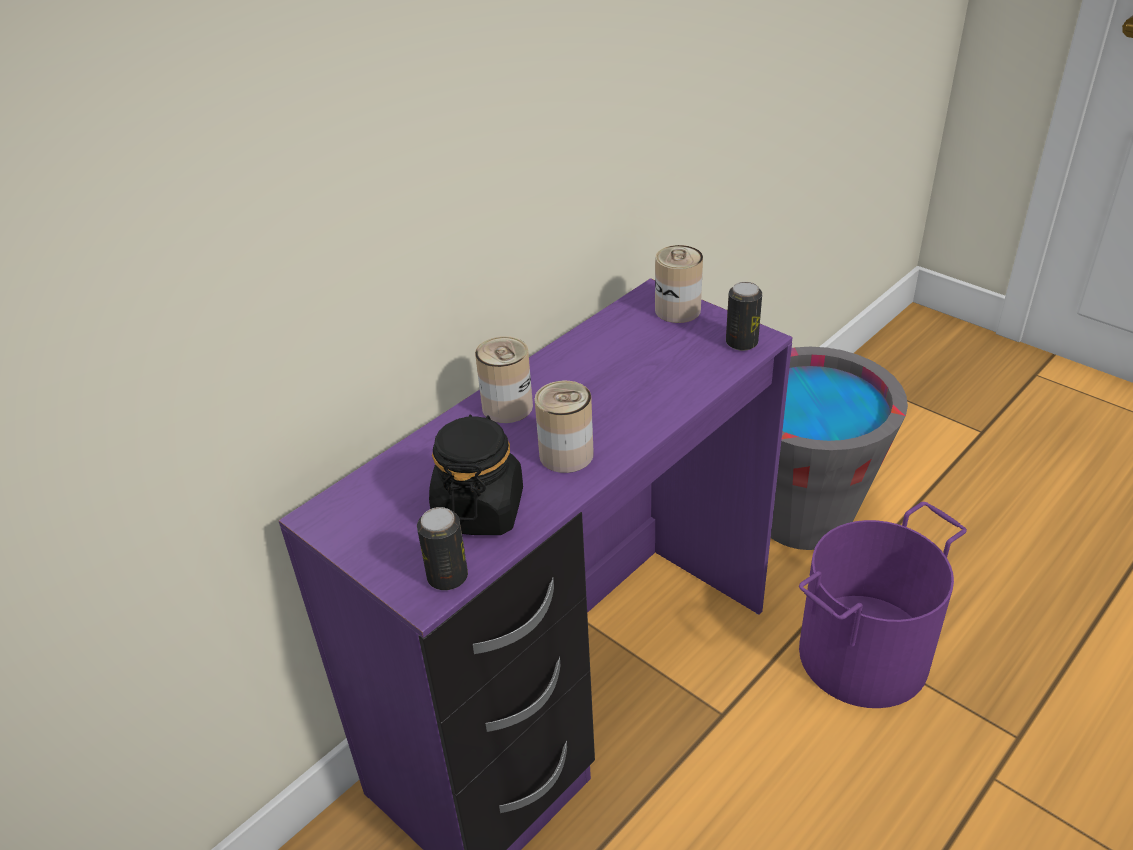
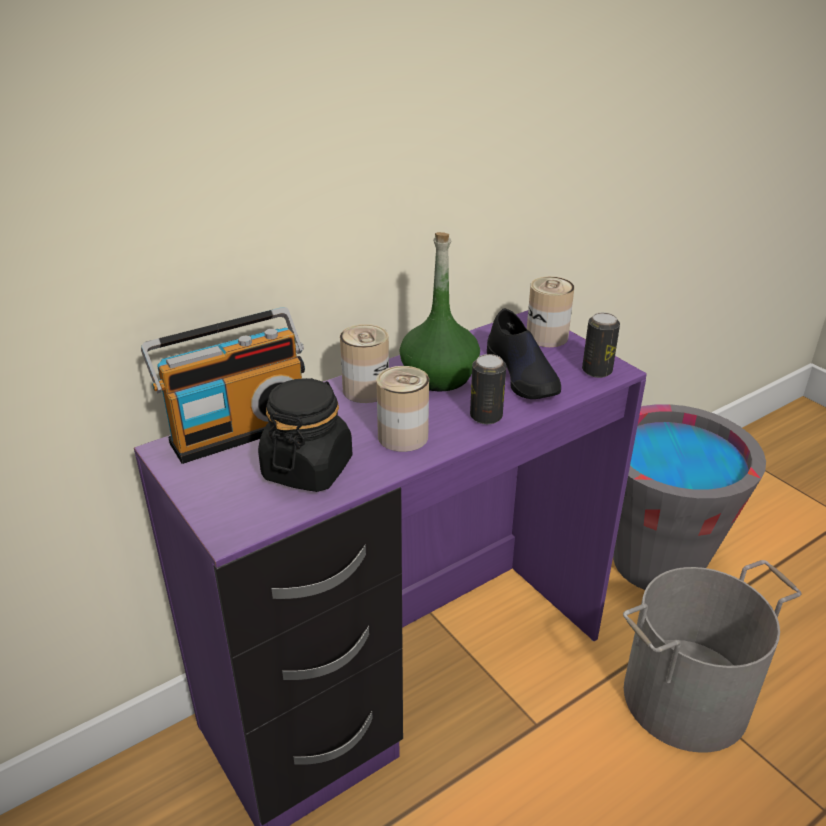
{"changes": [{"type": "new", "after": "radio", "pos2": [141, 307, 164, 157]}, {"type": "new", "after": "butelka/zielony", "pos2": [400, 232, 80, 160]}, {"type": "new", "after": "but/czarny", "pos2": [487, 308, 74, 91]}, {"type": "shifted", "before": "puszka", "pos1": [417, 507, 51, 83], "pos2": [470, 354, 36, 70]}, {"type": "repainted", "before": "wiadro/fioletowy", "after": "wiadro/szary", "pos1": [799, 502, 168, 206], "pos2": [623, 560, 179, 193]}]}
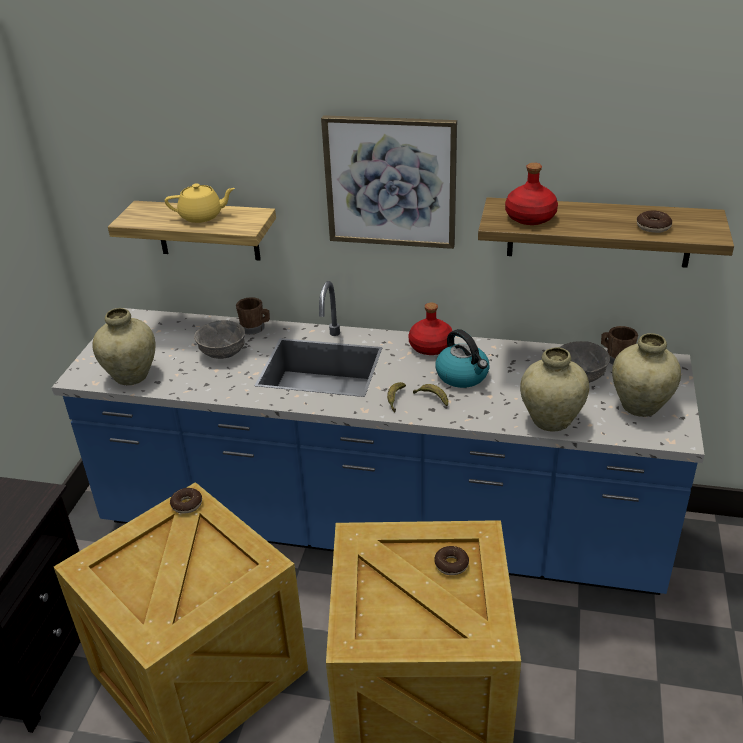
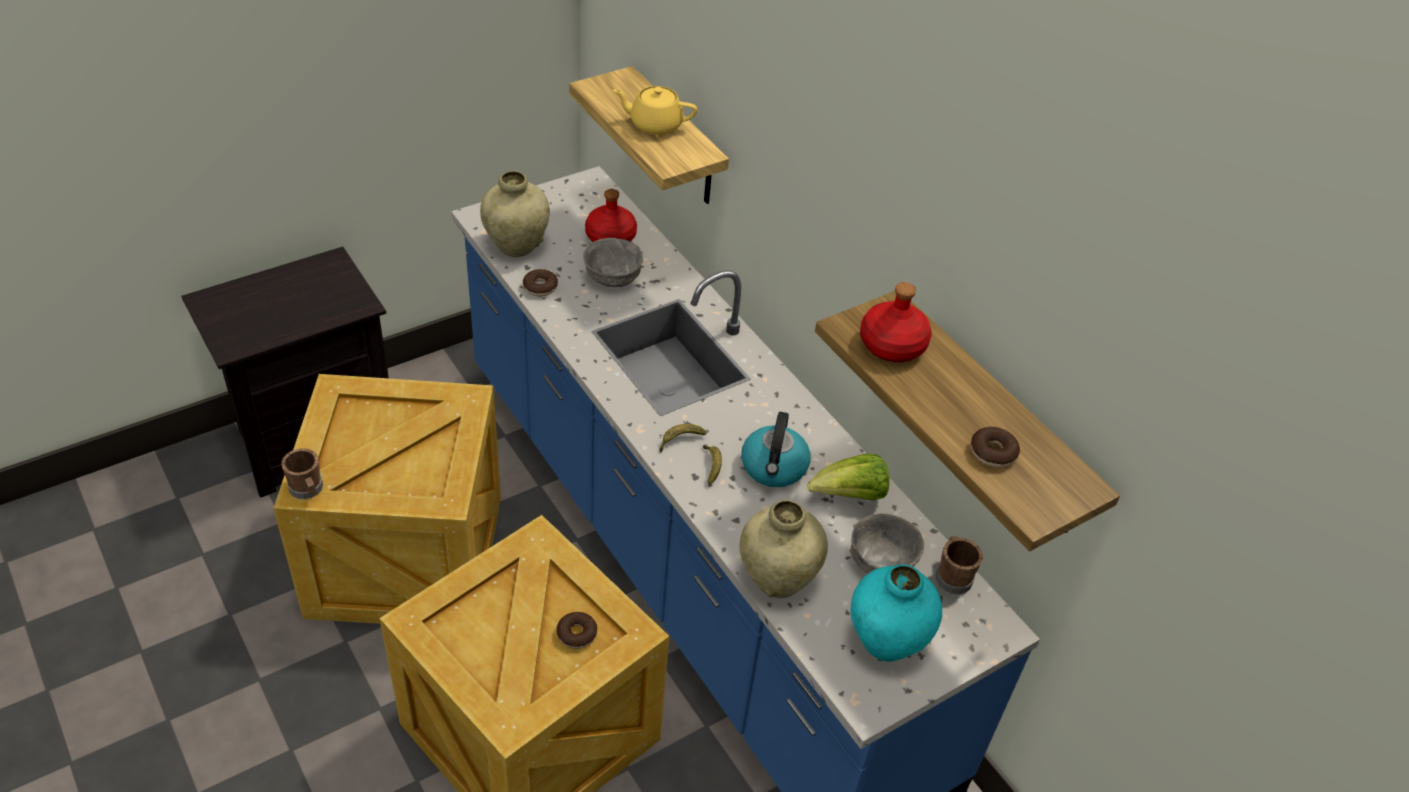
{"changes": [{"type": "gone", "before": "obraz", "pos1": [321, 115, 136, 134]}, {"type": "new", "after": "sałata", "pos2": [808, 453, 82, 48]}, {"type": "shifted", "before": "donut", "pos1": [170, 488, 32, 26], "pos2": [523, 269, 35, 28]}, {"type": "shifted", "before": "kubek/brązowy", "pos1": [236, 297, 34, 38], "pos2": [281, 448, 42, 51]}, {"type": "shifted", "before": "butelka/czerwony", "pos1": [409, 303, 43, 52], "pos2": [585, 189, 52, 53]}, {"type": "repainted", "before": "wazon/beżowy", "after": "wazon/turkusowy", "pos1": [612, 333, 69, 84], "pos2": [851, 564, 91, 98]}, {"type": "rotated", "before": "imbryk/żółty", "pos1": [165, 183, 70, 40], "pos2": [613, 86, 84, 49], "turn": 150}]}
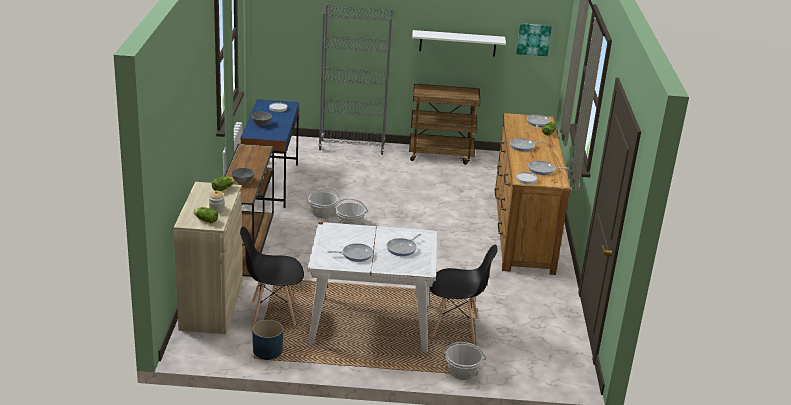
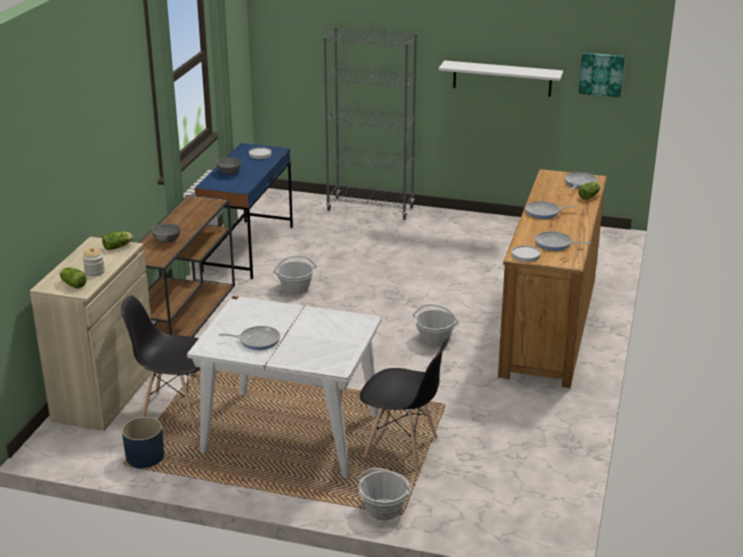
{"changes": [{"type": "gone", "before": "patelnia", "pos1": [387, 234, 34, 22]}, {"type": "gone", "before": "wózek/brązowy", "pos1": [409, 84, 71, 81]}, {"type": "shifted", "before": "koszyk", "pos1": [333, 198, 35, 27], "pos2": [413, 304, 46, 42]}]}
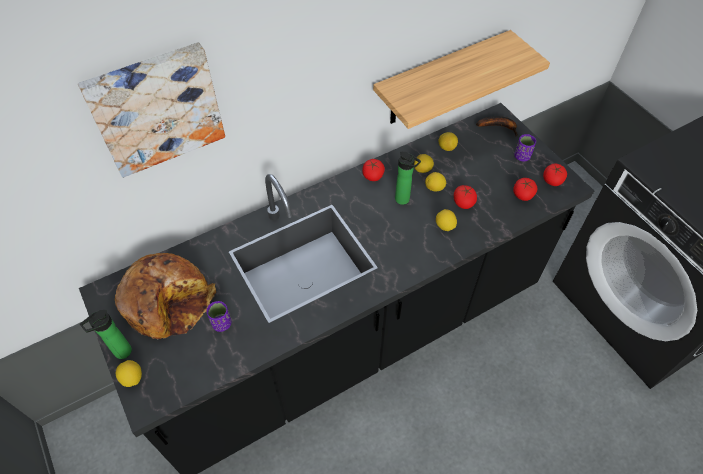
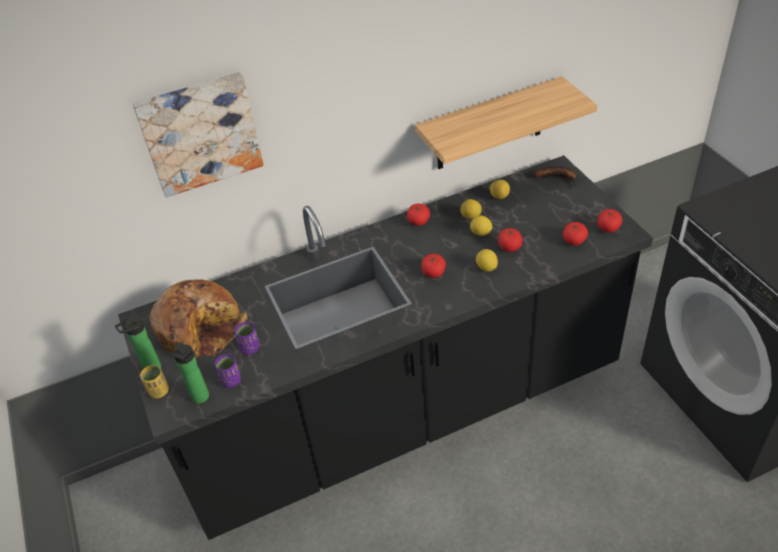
{"changes": [{"type": "new", "after": "pomidor", "pos2": [421, 254, 25, 24]}, {"type": "shifted", "before": "butelka", "pos1": [395, 152, 26, 53], "pos2": [173, 342, 36, 62]}, {"type": "shifted", "before": "filiżanka/fioletowy", "pos1": [514, 134, 22, 28], "pos2": [214, 354, 27, 34]}, {"type": "swapped", "before": "cytryna", "after": "filiżanka/żółty", "pos1": [116, 360, 26, 27], "pos2": [140, 365, 29, 33]}]}
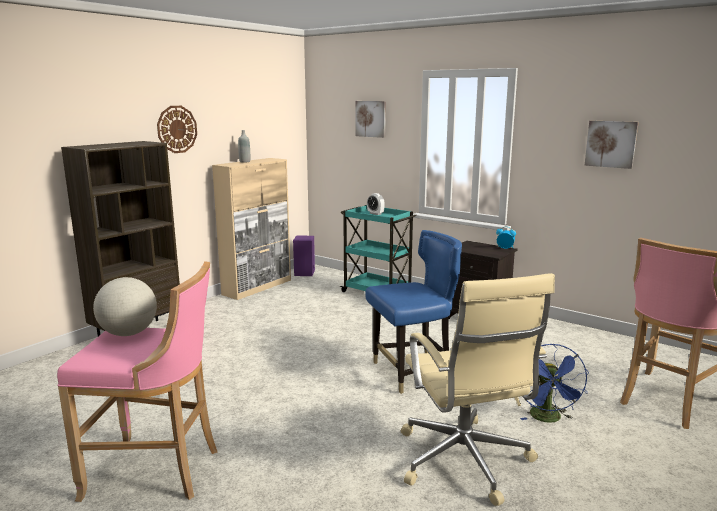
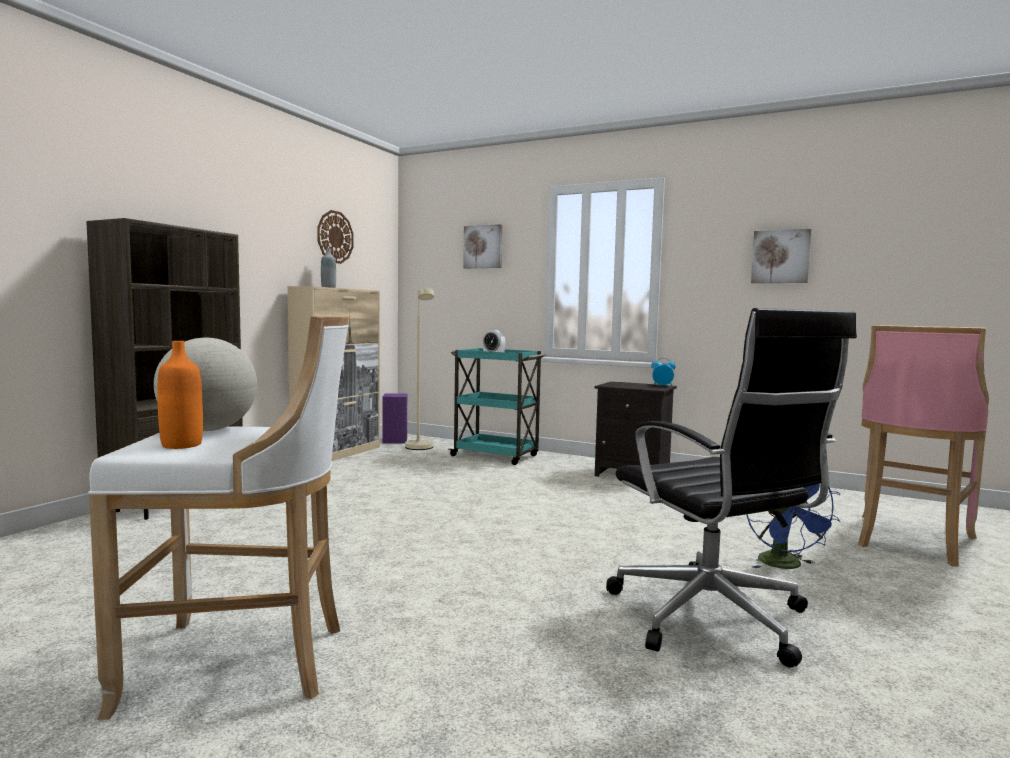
{"changes": [{"type": "gone", "before": "krzesło/niebieski", "pos1": [365, 230, 97, 164]}, {"type": "new", "after": "butelka/pomarańczowy", "pos2": [157, 341, 46, 108]}, {"type": "new", "after": "lampa stojąca/beżowy", "pos2": [405, 288, 29, 162]}, {"type": "shifted", "before": "zegar ścienny", "pos1": [157, 106, 40, 47], "pos2": [317, 210, 37, 54]}, {"type": "repainted", "before": "stołek/różowy", "after": "stołek/biały", "pos1": [57, 261, 160, 241], "pos2": [88, 315, 261, 405]}, {"type": "repainted", "before": "krzesło biurowe/beżowy", "after": "krzesło biurowe/czarny", "pos1": [401, 273, 154, 233], "pos2": [606, 308, 251, 359]}]}
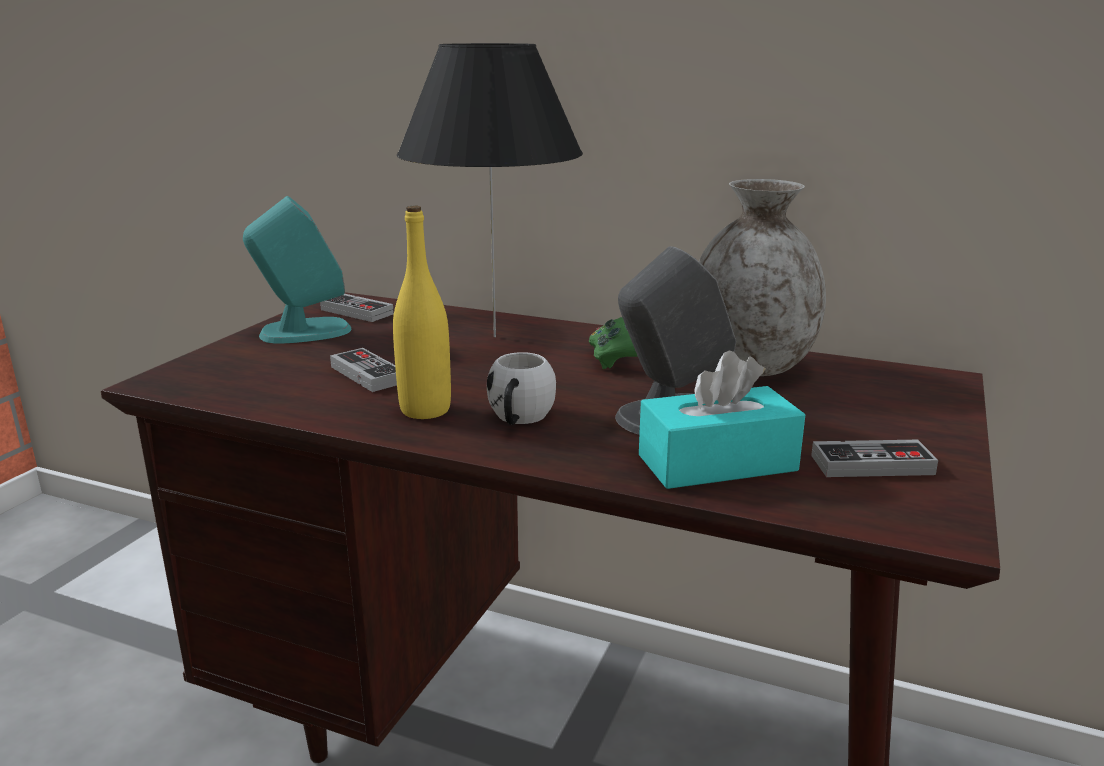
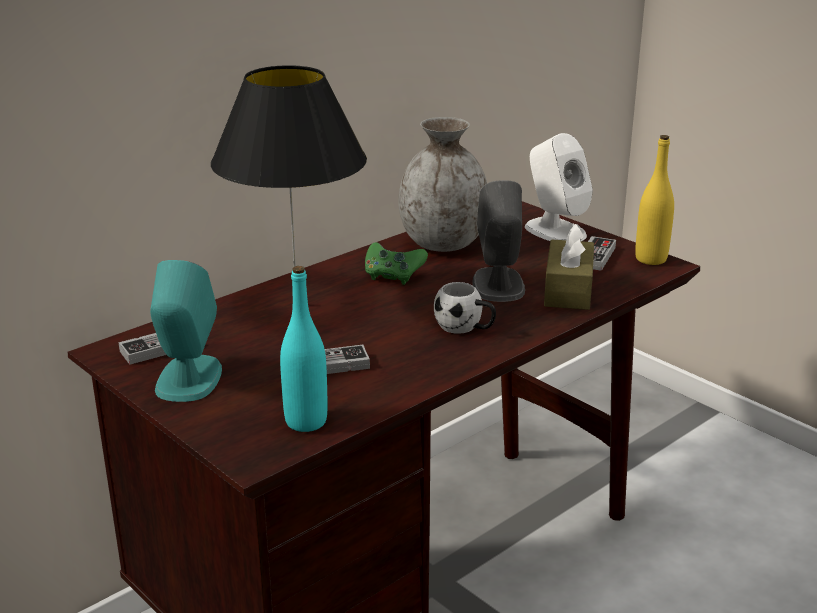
{"changes": [{"type": "new", "after": "butelka/turkusowy", "pos2": [280, 266, 48, 166]}, {"type": "new", "after": "głośnik/biały", "pos2": [525, 133, 68, 108]}, {"type": "shifted", "before": "butelka/żółty", "pos1": [393, 206, 58, 213], "pos2": [635, 135, 39, 130]}, {"type": "repainted", "before": "pudełko chusteczek/turkusowy", "after": "pudełko chusteczek/brązowy", "pos1": [639, 350, 166, 139], "pos2": [544, 224, 50, 86]}]}
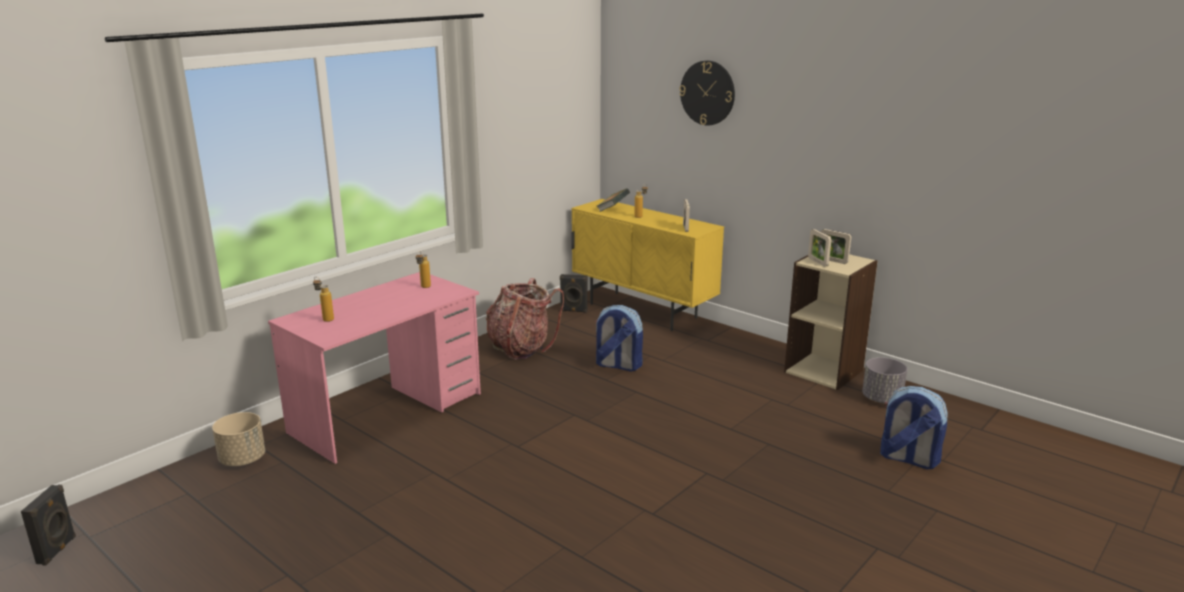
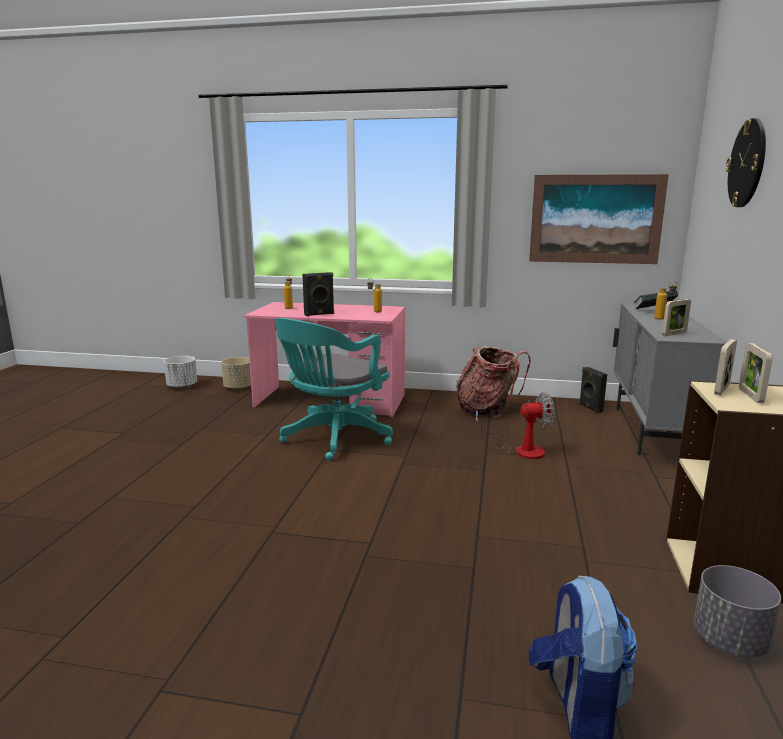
{"changes": [{"type": "new", "after": "donica/biały", "pos2": [164, 356, 33, 33]}, {"type": "new", "after": "krzesło biurowe/turkusowy", "pos2": [275, 318, 118, 143]}, {"type": "new", "after": "obraz", "pos2": [529, 174, 140, 90]}, {"type": "shifted", "before": "głośnik/czarny", "pos1": [21, 485, 55, 80], "pos2": [302, 272, 32, 44]}, {"type": "swapped", "before": "plecak", "after": "wentylator", "pos1": [595, 305, 48, 67], "pos2": [476, 392, 79, 67]}, {"type": "repainted", "before": "szafka/żółty", "after": "szafka/szary", "pos1": [571, 199, 153, 132], "pos2": [613, 303, 114, 152]}]}
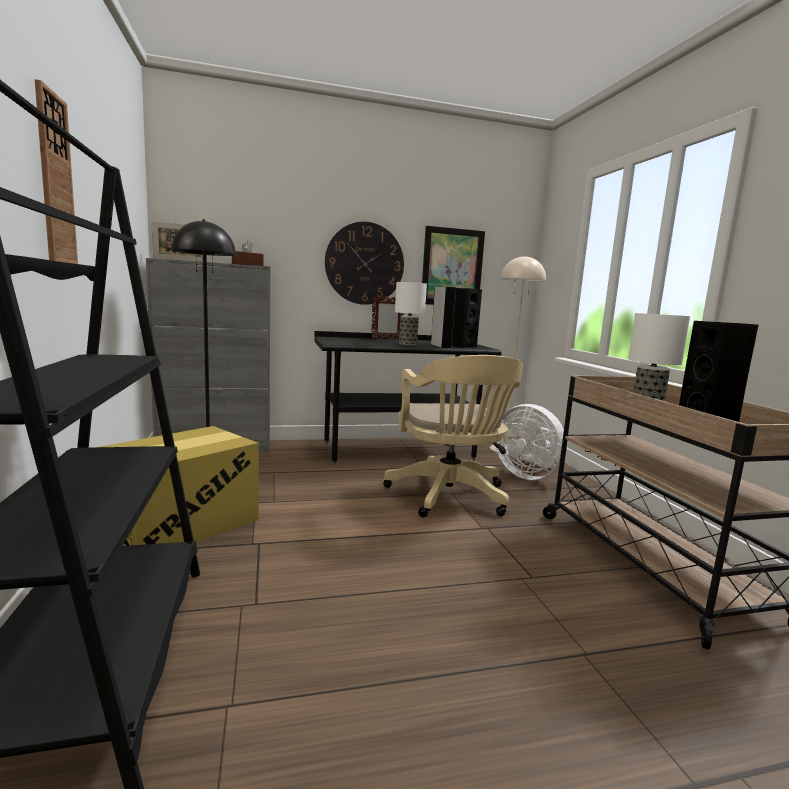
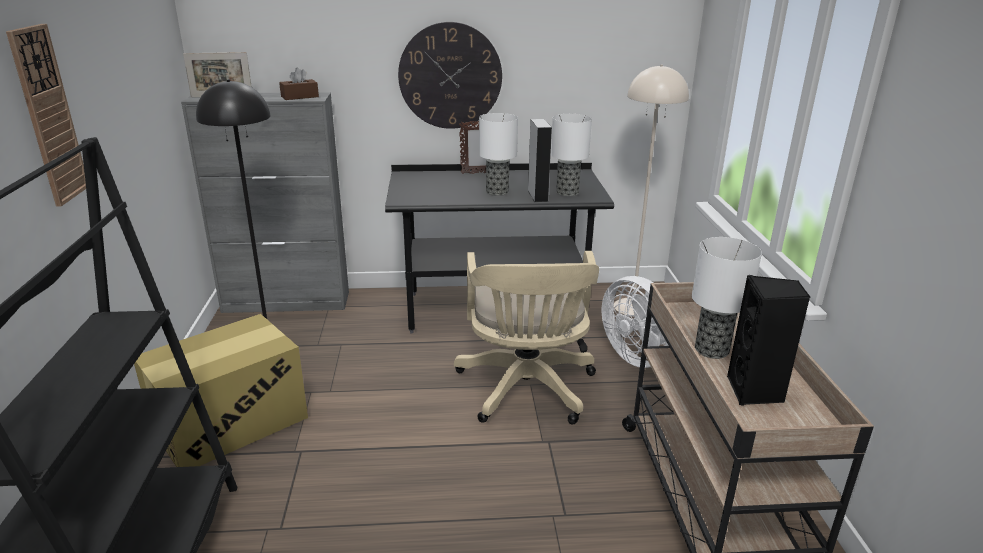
{"changes": [{"type": "gone", "before": "obraz", "pos1": [422, 226, 63, 79]}, {"type": "swapped", "before": "głośnik/czarny", "after": "lampa stołowa", "pos1": [452, 288, 30, 60], "pos2": [551, 114, 41, 82]}]}
